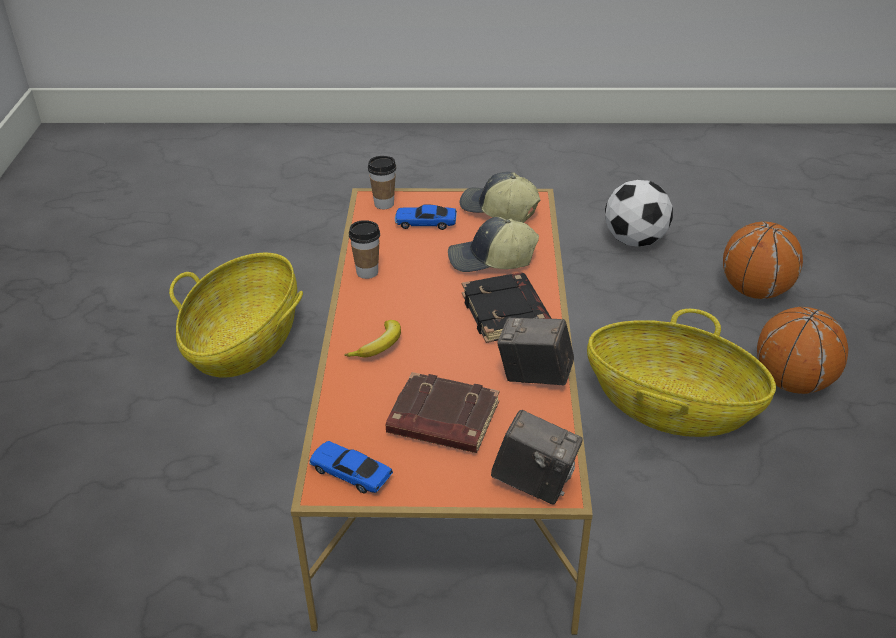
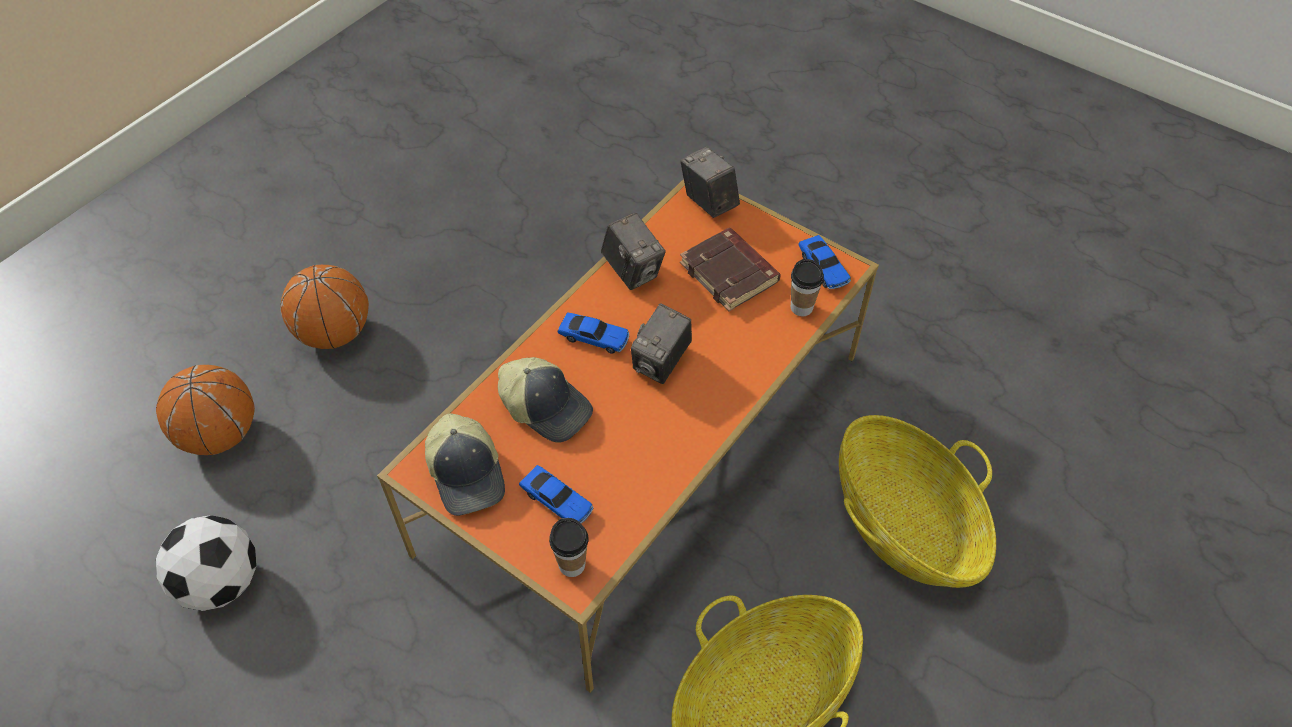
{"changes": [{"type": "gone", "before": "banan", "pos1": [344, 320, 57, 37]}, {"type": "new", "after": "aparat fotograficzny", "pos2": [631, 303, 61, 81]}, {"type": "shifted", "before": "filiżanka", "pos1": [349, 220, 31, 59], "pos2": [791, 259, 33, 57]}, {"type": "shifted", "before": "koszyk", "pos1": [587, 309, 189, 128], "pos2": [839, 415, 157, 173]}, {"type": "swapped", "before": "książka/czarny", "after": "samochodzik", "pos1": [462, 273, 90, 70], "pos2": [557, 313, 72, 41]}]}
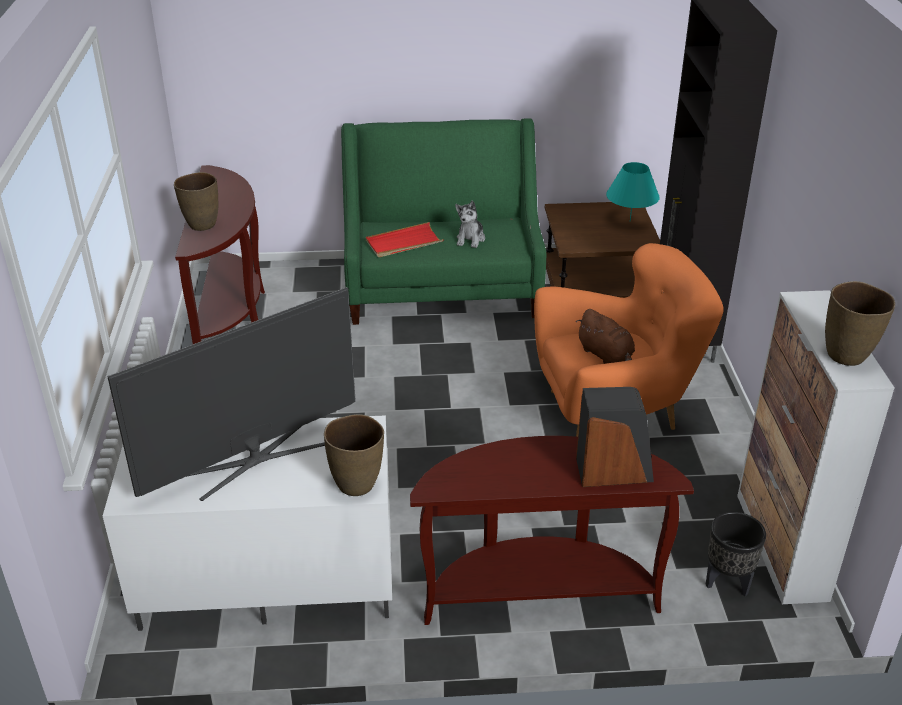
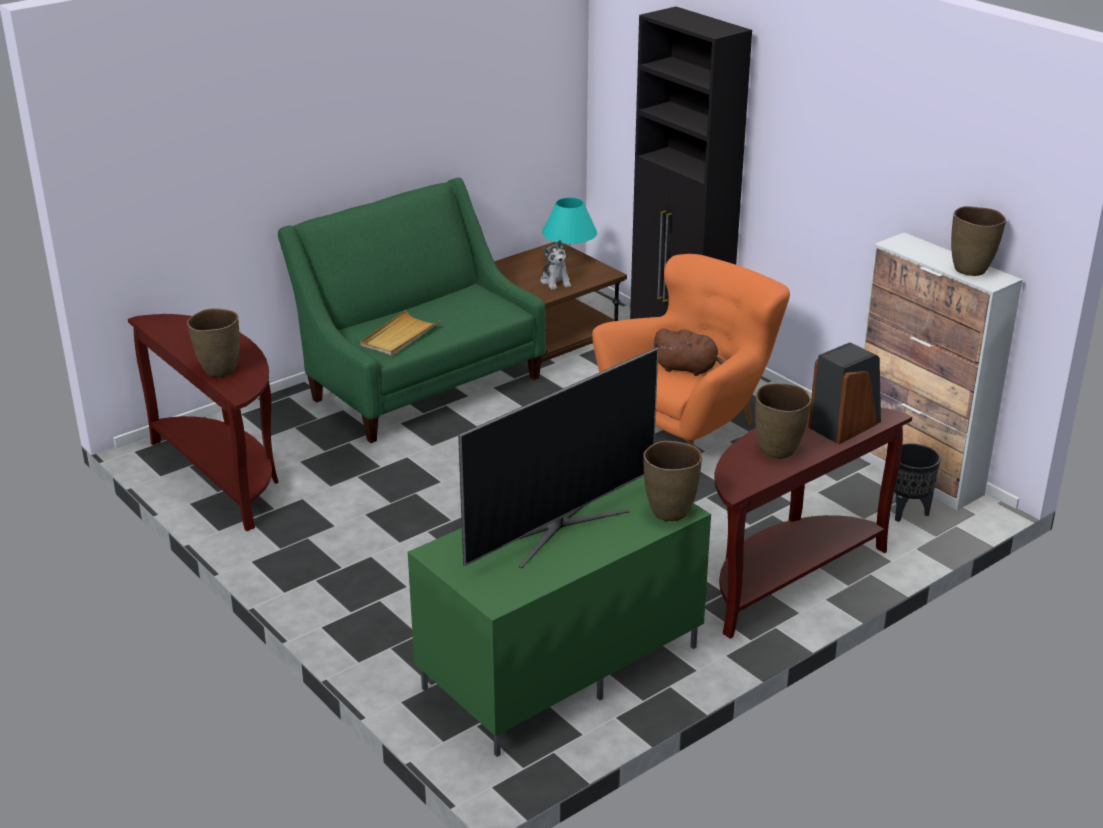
{"changes": [{"type": "new", "after": "wazon/brązowy", "pos2": [755, 383, 56, 76]}, {"type": "shifted", "before": "pluszak", "pos1": [455, 201, 30, 47], "pos2": [541, 240, 30, 50]}, {"type": "repainted", "before": "szafka pod telewizor/biały", "after": "szafka pod telewizor/zielony", "pos1": [103, 415, 289, 216], "pos2": [408, 476, 303, 281]}, {"type": "repainted", "before": "taca/czerwony", "after": "taca/beżowy", "pos1": [366, 222, 78, 35], "pos2": [360, 310, 81, 46]}, {"type": "rotated", "before": "telewizor", "pos1": [108, 287, 248, 214], "pos2": [458, 348, 200, 220], "turn": -150}]}
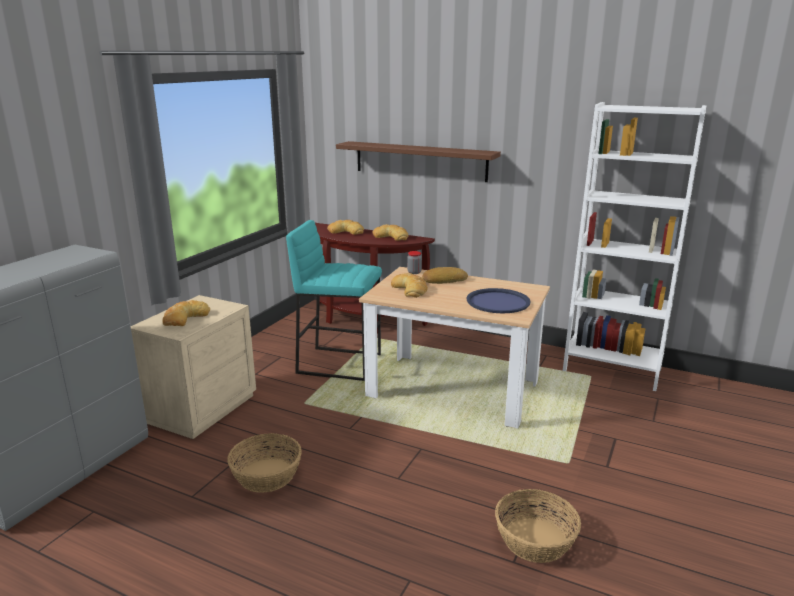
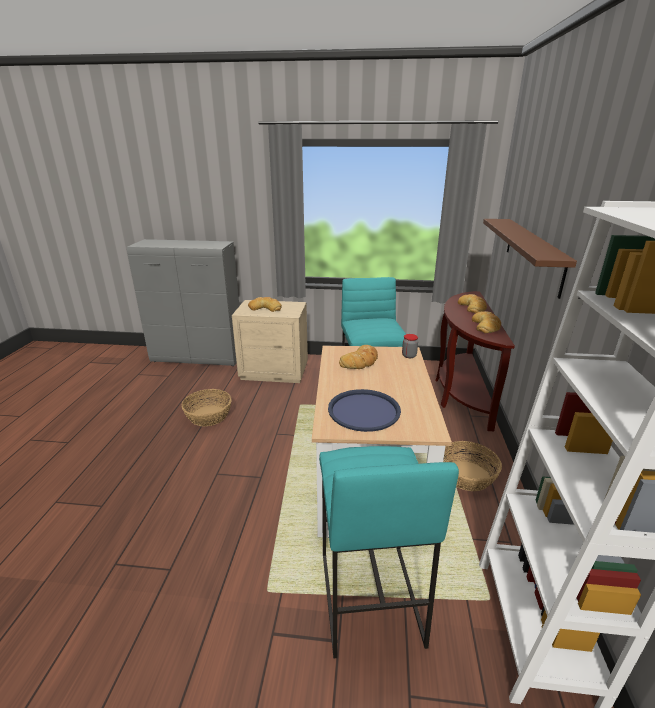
{"changes": [{"type": "gone", "before": "chleb", "pos1": [422, 267, 46, 17]}, {"type": "new", "after": "stołek/turkusowy", "pos2": [319, 446, 140, 212]}, {"type": "shifted", "before": "koszyk", "pos1": [495, 489, 86, 74], "pos2": [443, 441, 59, 50]}]}
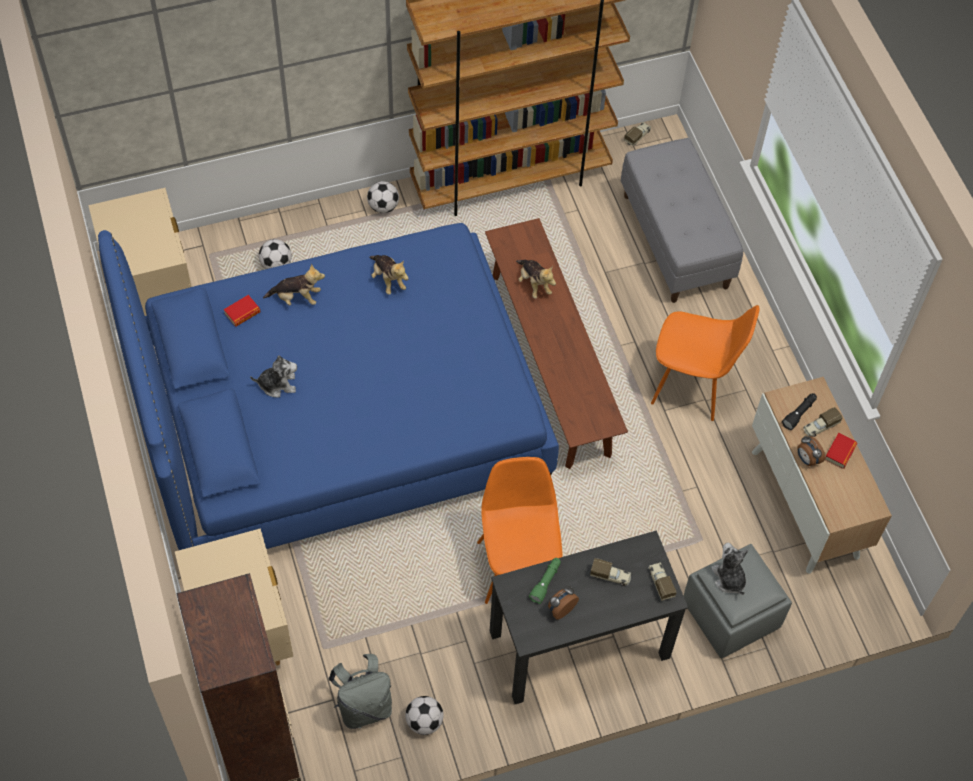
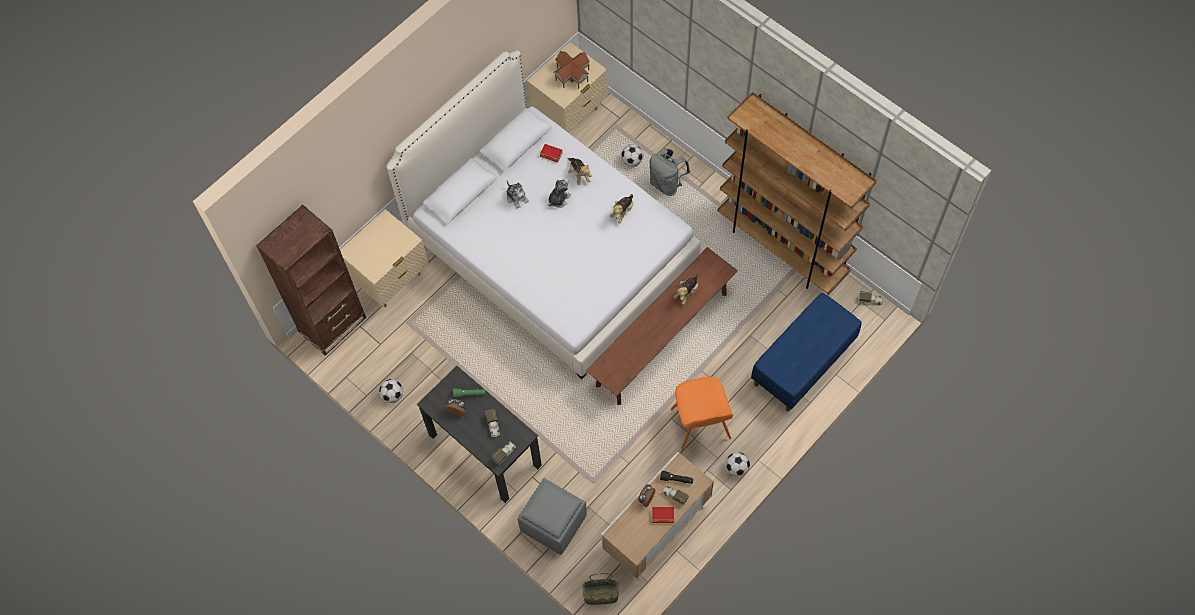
{"changes": [{"type": "gone", "before": "krzesło/pomarańczowy", "pos1": [477, 457, 86, 147]}, {"type": "new", "after": "domek", "pos2": [554, 51, 36, 38]}, {"type": "new", "after": "koszyk", "pos2": [583, 573, 36, 32]}, {"type": "shifted", "before": "plecak/szary", "pos1": [328, 654, 64, 75], "pos2": [650, 148, 40, 48]}, {"type": "shifted", "before": "piłka futbolowa", "pos1": [367, 181, 32, 32], "pos2": [725, 452, 25, 25]}, {"type": "shifted", "before": "pluszak", "pos1": [711, 543, 38, 52], "pos2": [548, 178, 23, 30]}, {"type": "repainted", "before": "łóżko/niebieski", "after": "łóżko/biały", "pos1": [98, 223, 461, 327], "pos2": [387, 50, 314, 329]}, {"type": "repainted", "before": "ławka/szary", "after": "ławka/niebieski", "pos1": [621, 138, 122, 165], "pos2": [751, 292, 111, 120]}]}
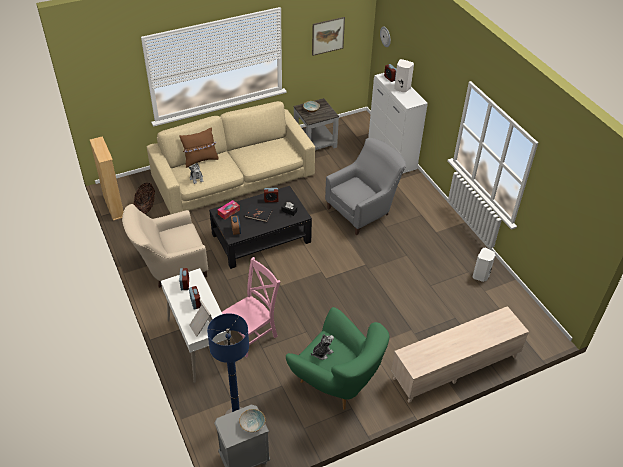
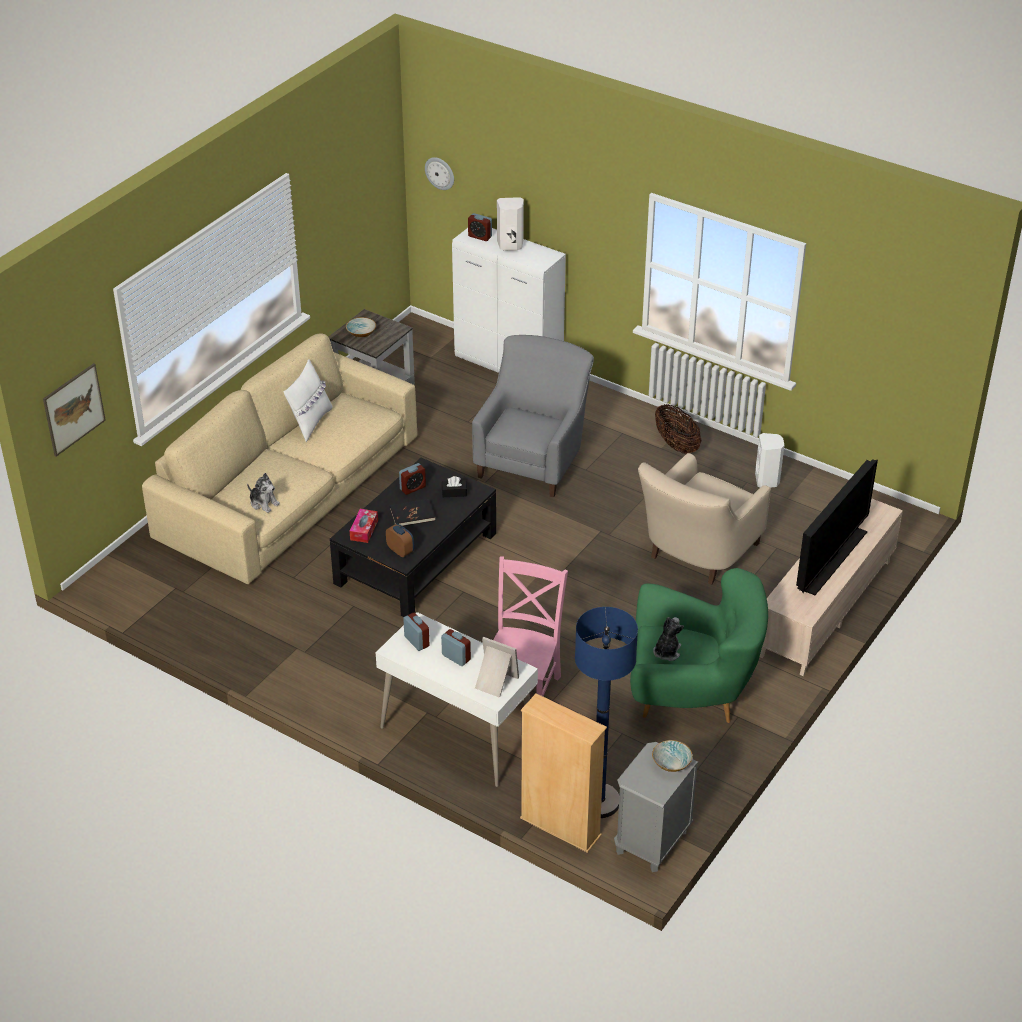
{"changes": [{"type": "gone", "before": "poduszka/brązowy", "pos1": [179, 127, 40, 41]}, {"type": "new", "after": "poduszka/biały", "pos2": [284, 359, 49, 83]}, {"type": "new", "after": "telewizor", "pos2": [796, 459, 82, 136]}, {"type": "shifted", "before": "regał/beżowy", "pos1": [90, 136, 34, 85], "pos2": [520, 693, 87, 160]}, {"type": "shifted", "before": "fotel/beżowy", "pos1": [122, 204, 86, 84], "pos2": [638, 453, 133, 132]}, {"type": "shifted", "before": "koszyk", "pos1": [134, 182, 21, 32], "pos2": [655, 404, 46, 50]}, {"type": "shifted", "before": "obraz", "pos1": [312, 17, 33, 39], "pos2": [43, 363, 63, 94]}]}
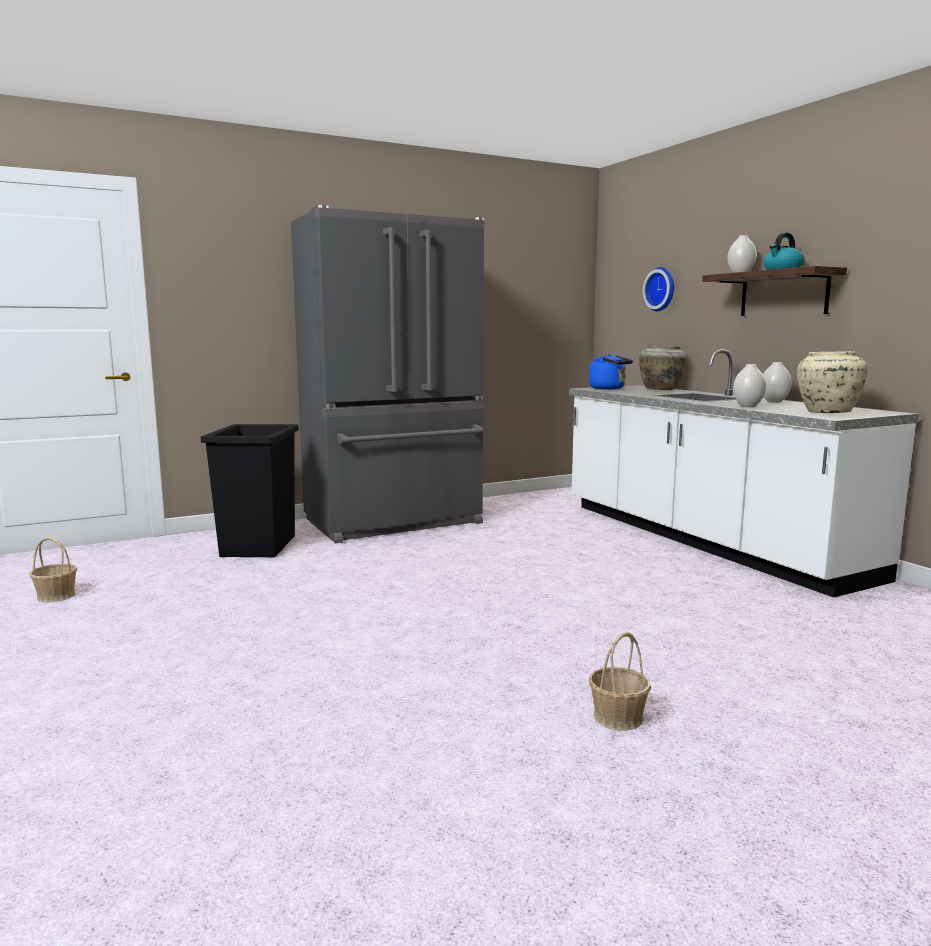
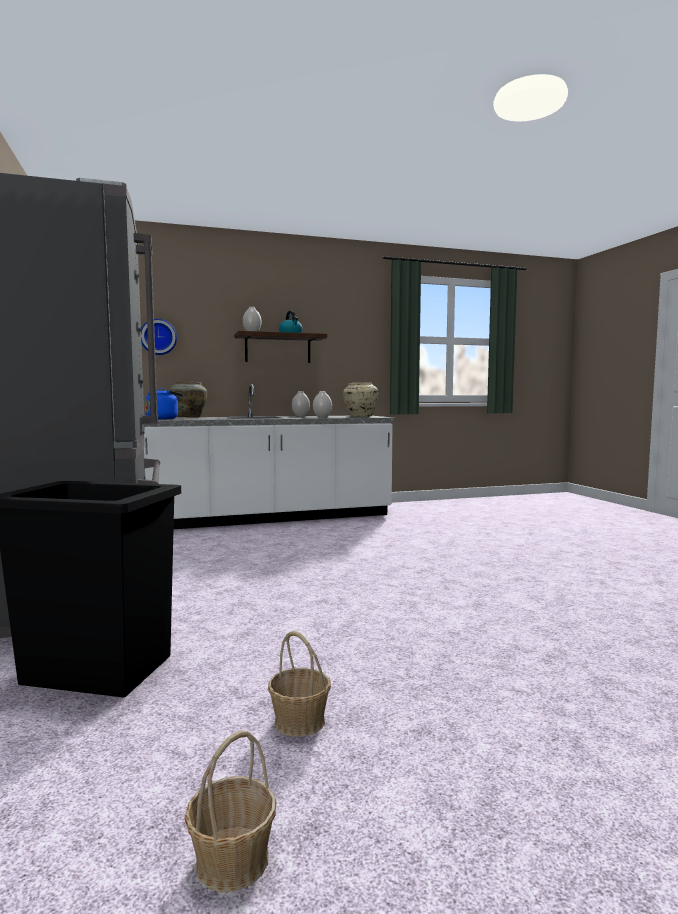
{"changes": [{"type": "shifted", "before": "koszyk", "pos1": [589, 632, 62, 99], "pos2": [268, 631, 63, 106]}]}
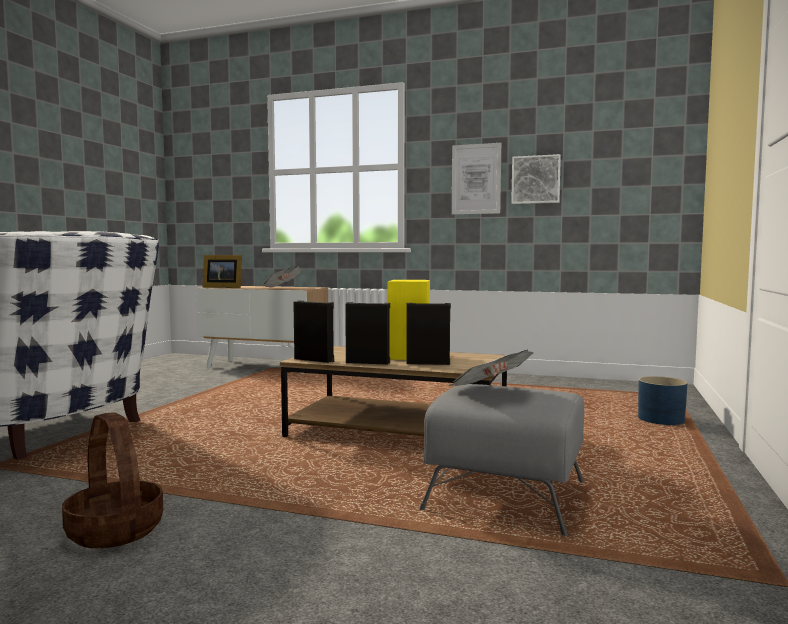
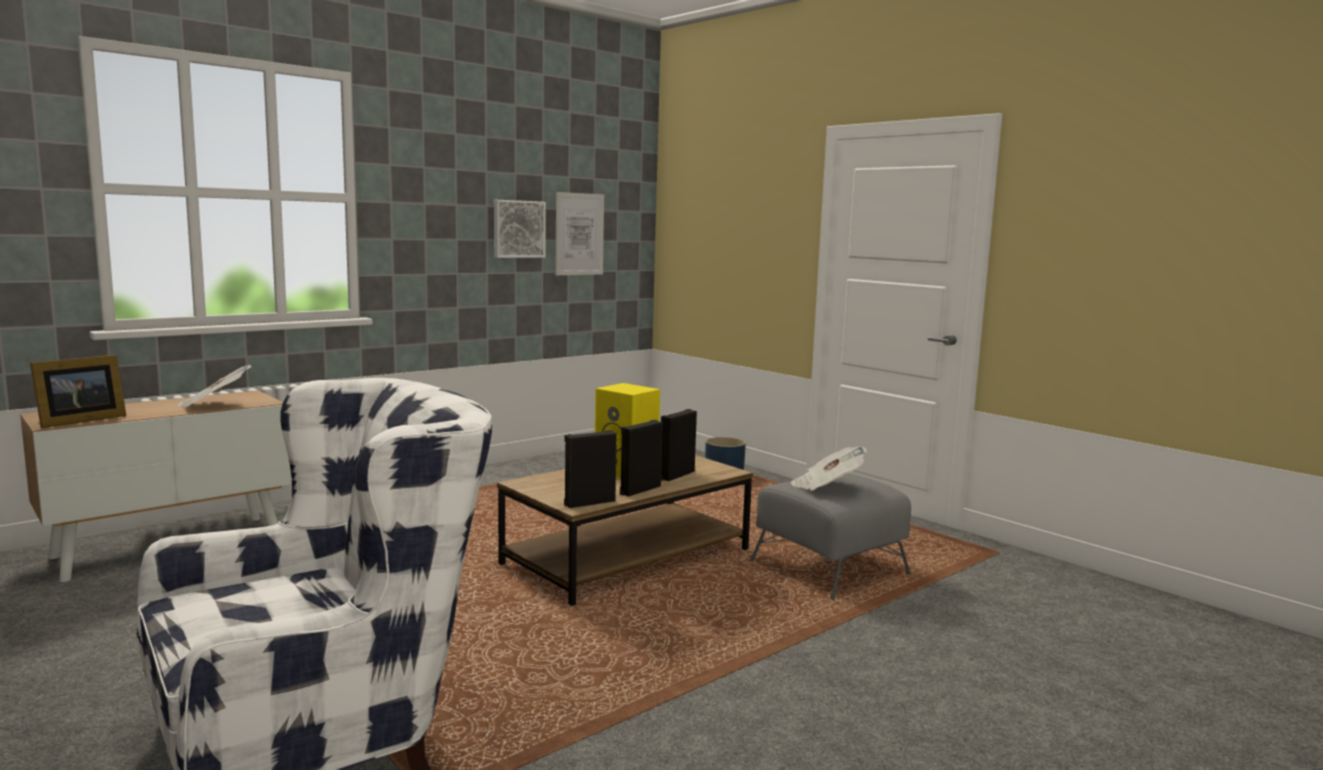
{"changes": [{"type": "gone", "before": "koszyk", "pos1": [62, 412, 101, 136]}, {"type": "shifted", "before": "obraz", "pos1": [452, 143, 49, 71], "pos2": [556, 192, 48, 83]}]}
